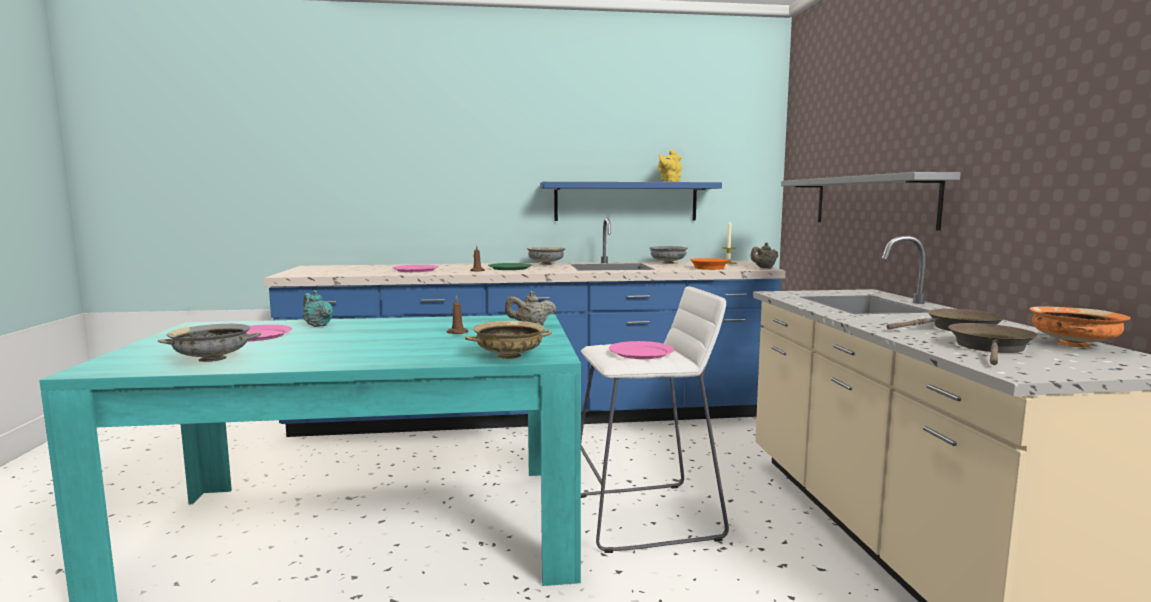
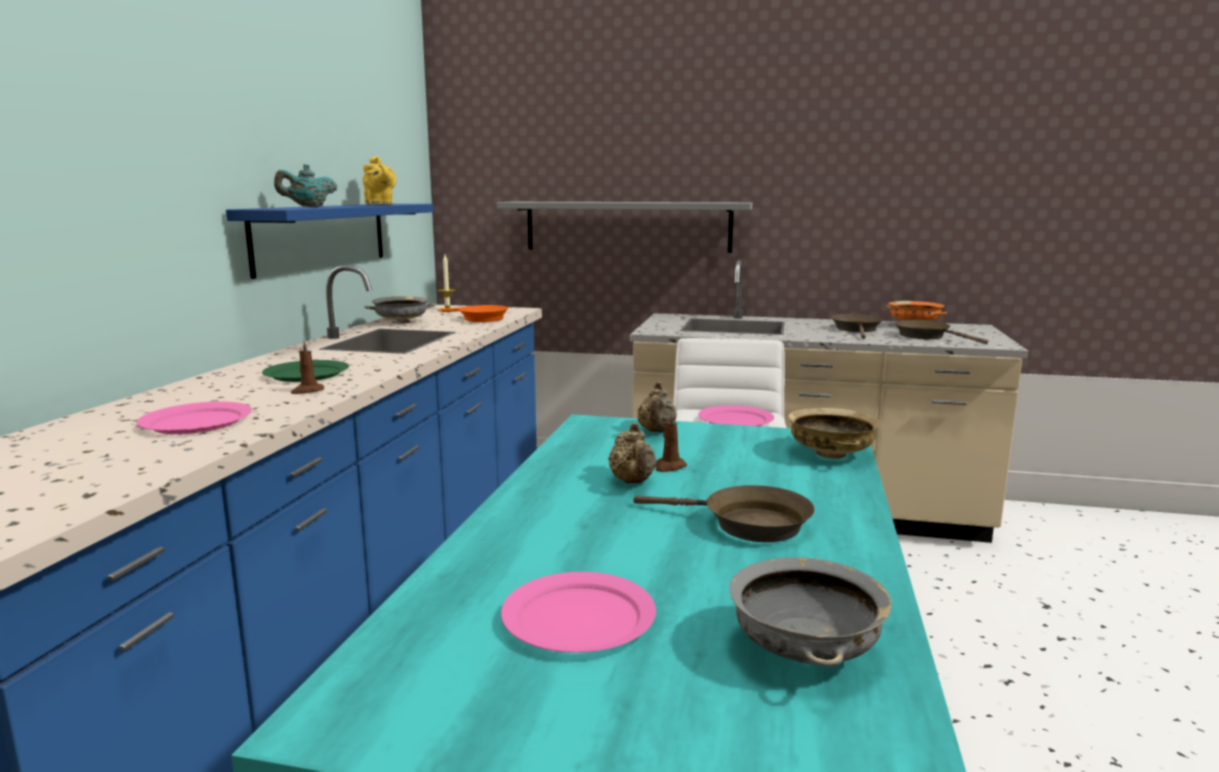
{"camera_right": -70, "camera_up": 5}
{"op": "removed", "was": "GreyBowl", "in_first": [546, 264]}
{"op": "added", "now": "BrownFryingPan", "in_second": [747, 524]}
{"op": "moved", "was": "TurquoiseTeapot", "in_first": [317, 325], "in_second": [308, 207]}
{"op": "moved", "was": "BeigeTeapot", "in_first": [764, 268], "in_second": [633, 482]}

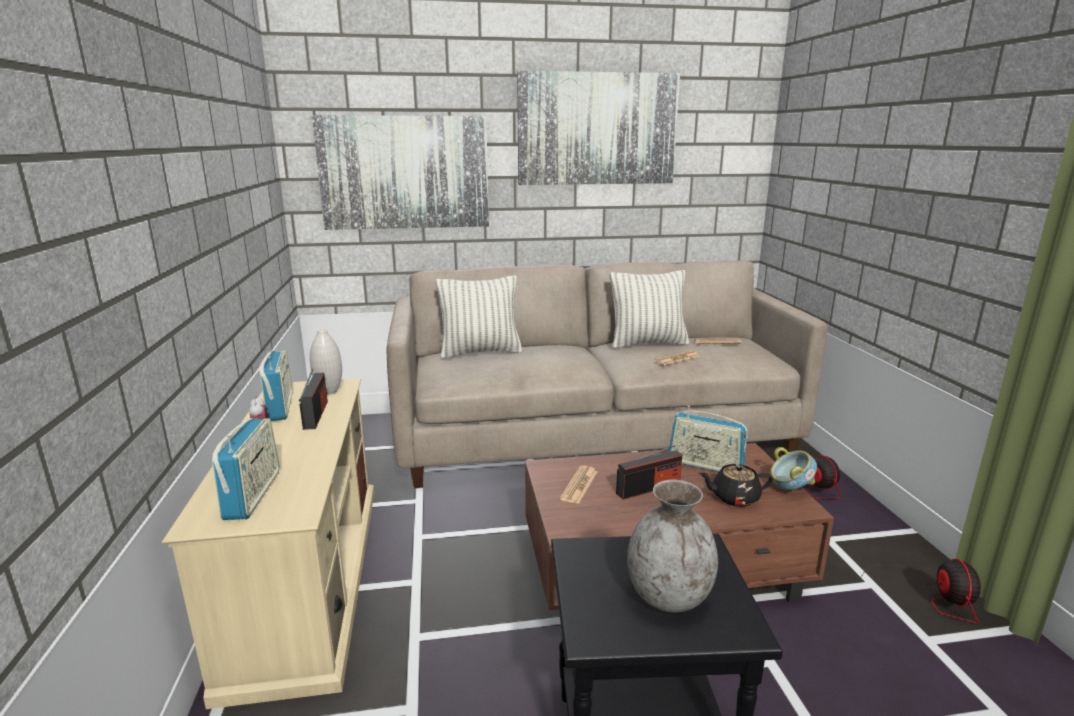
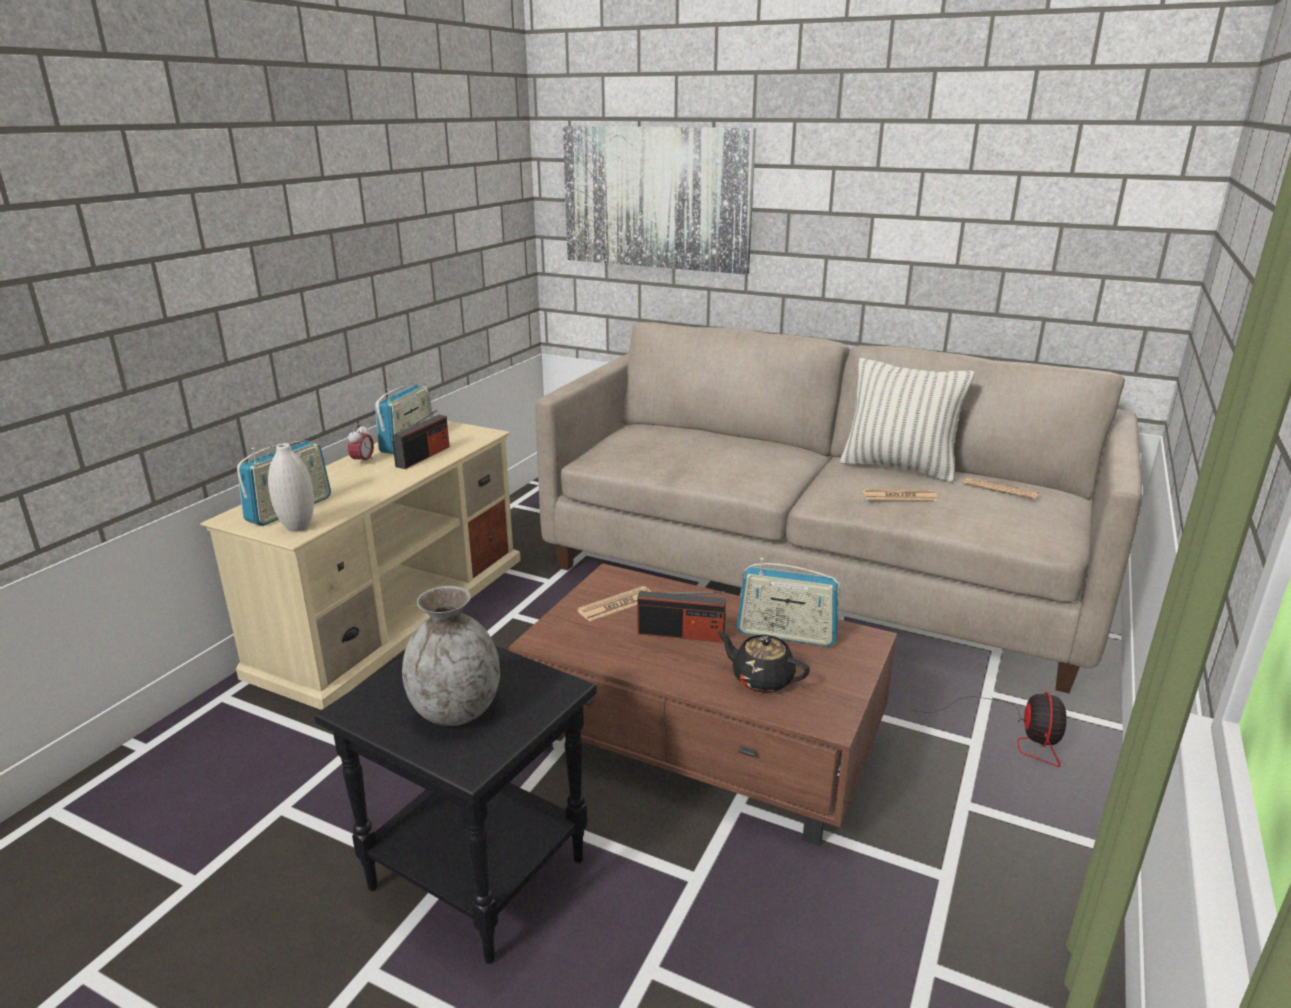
{"camera_right": 35, "camera_up": 5}
{"op": "removed", "was": "Pillow", "in_first": [480, 352]}
{"op": "removed", "was": "Picture", "in_first": [597, 129]}
{"op": "removed", "was": "Bowl", "in_first": [789, 489]}
{"op": "removed", "was": "Fan", "in_first": [925, 595]}
{"op": "moved", "was": "WhiteVase", "in_first": [329, 391], "in_second": [298, 527]}
{"op": "turned", "was": "Radio", "in_first": [705, 465], "in_second": [786, 634], "clockwise": -45}

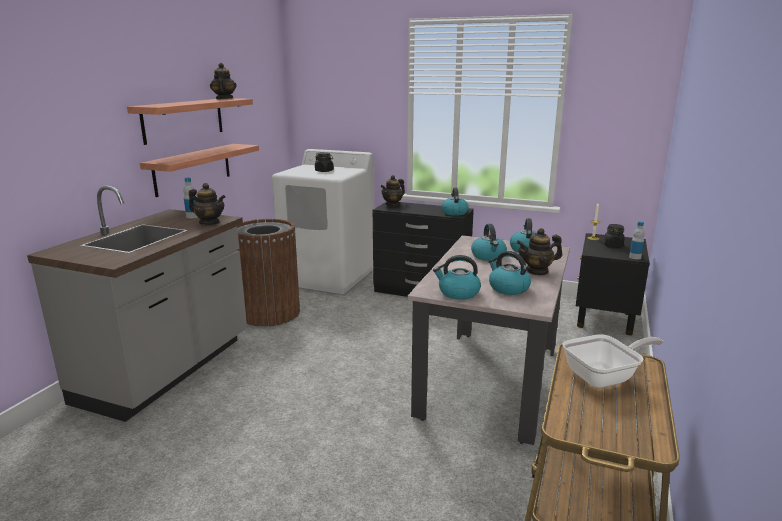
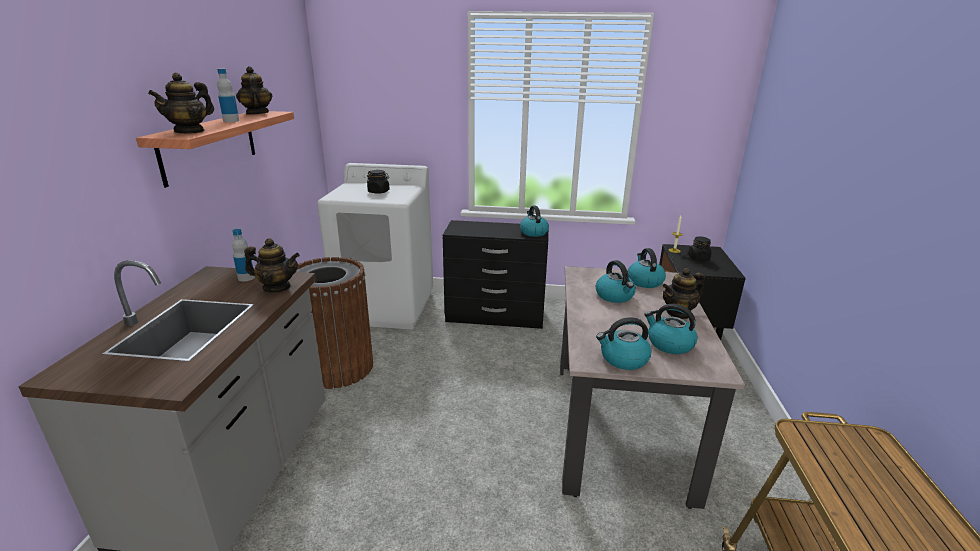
{"camera_right": -15, "camera_up": 5}
{"op": "removed", "was": "Shelf", "in_first": [193, 169]}
{"op": "removed", "was": "FryingPan", "in_first": [605, 377]}
{"op": "moved", "was": "Teapot", "in_first": [393, 205], "in_second": [190, 131]}
{"op": "moved", "was": "Bottle", "in_first": [635, 257], "in_second": [231, 121]}

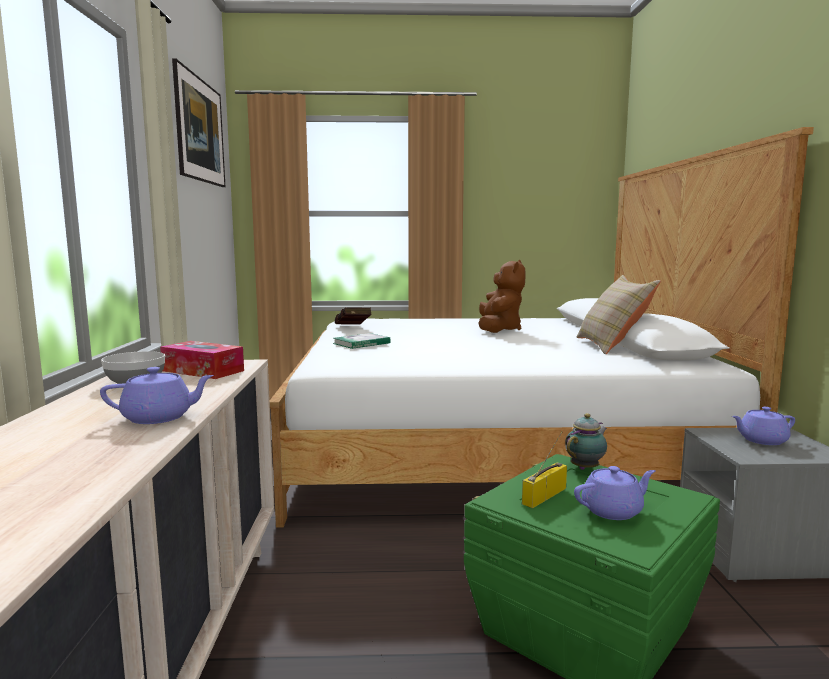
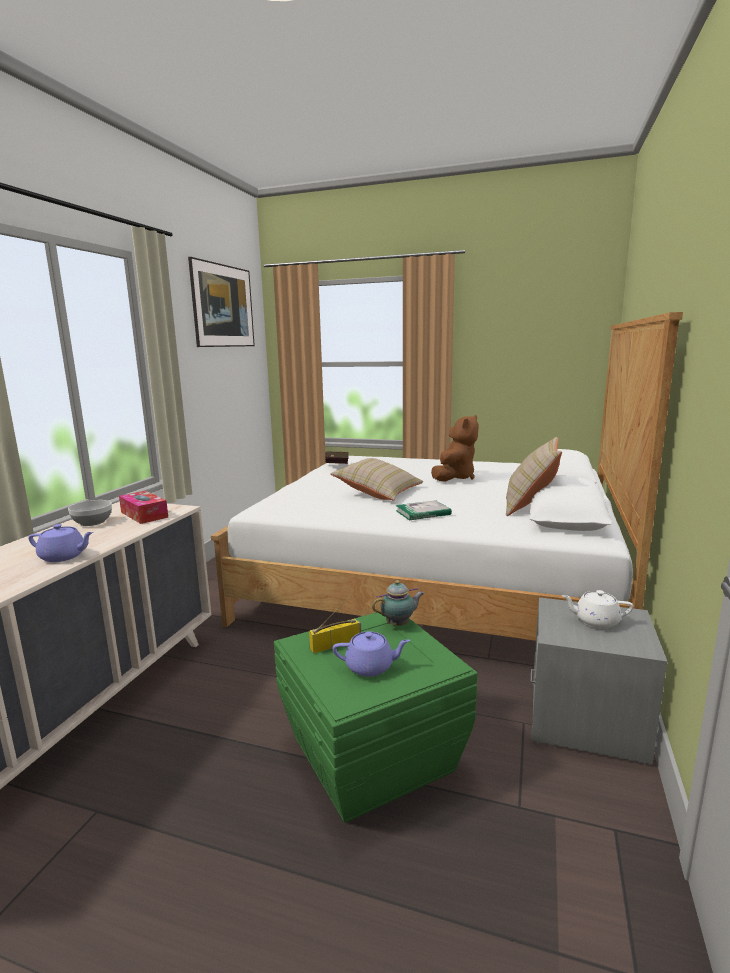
{"camera_right": 20, "camera_up": 5}
{"op": "added", "now": "BeigePillow", "in_second": [378, 493]}
{"op": "moved", "was": "Book", "in_first": [361, 343], "in_second": [423, 512]}
{"op": "recoloured", "was": "PurpleTeapot", "now": "WhiteTeapot", "in_first": [761, 440], "in_second": [595, 621]}

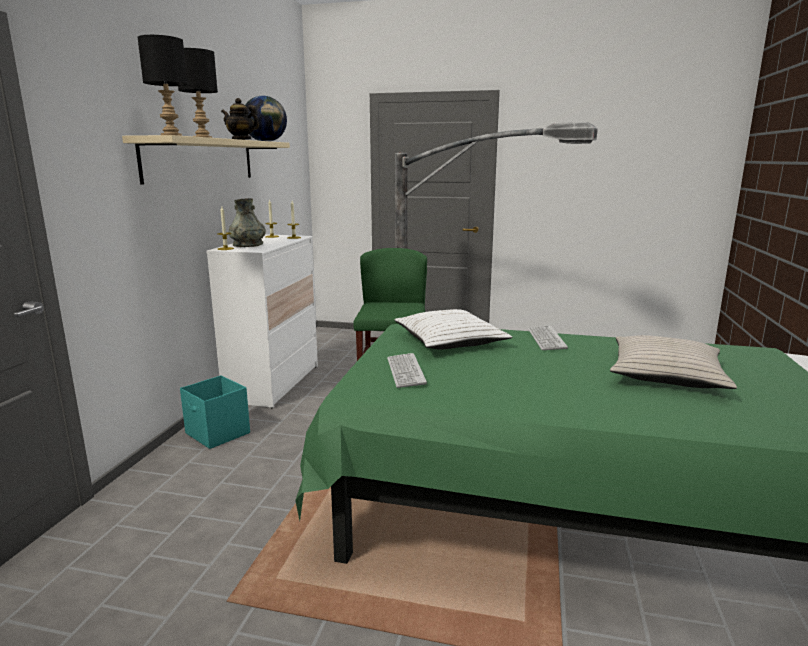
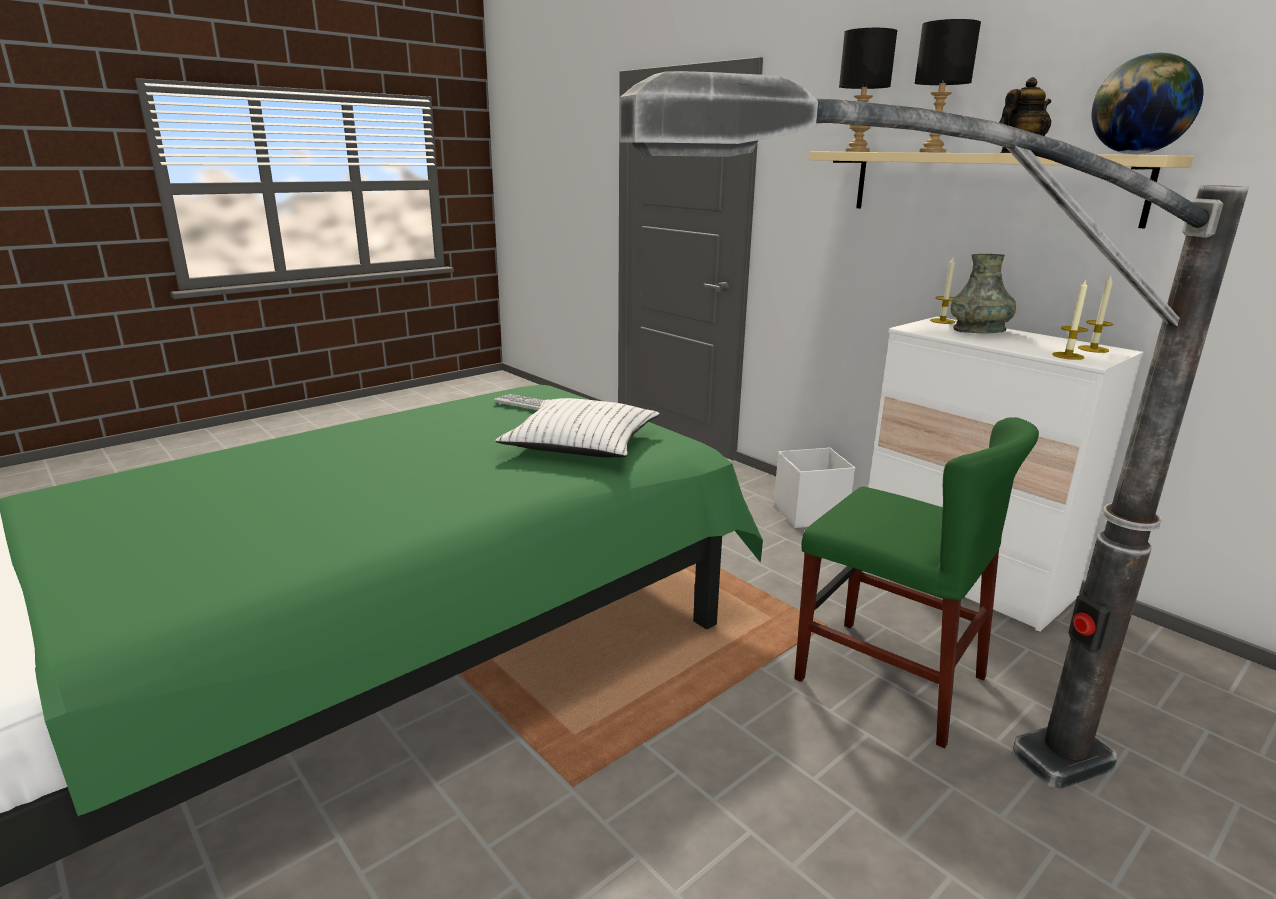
{"camera_right": 125, "camera_up": 5}
{"op": "removed", "was": "Keyboard", "in_first": [546, 339]}
{"op": "removed", "was": "BeigePillow", "in_first": [666, 375]}
{"op": "recoloured", "was": "TurquoiseStorageBox", "now": "WhiteStorageBox", "in_first": [218, 434], "in_second": [808, 514]}

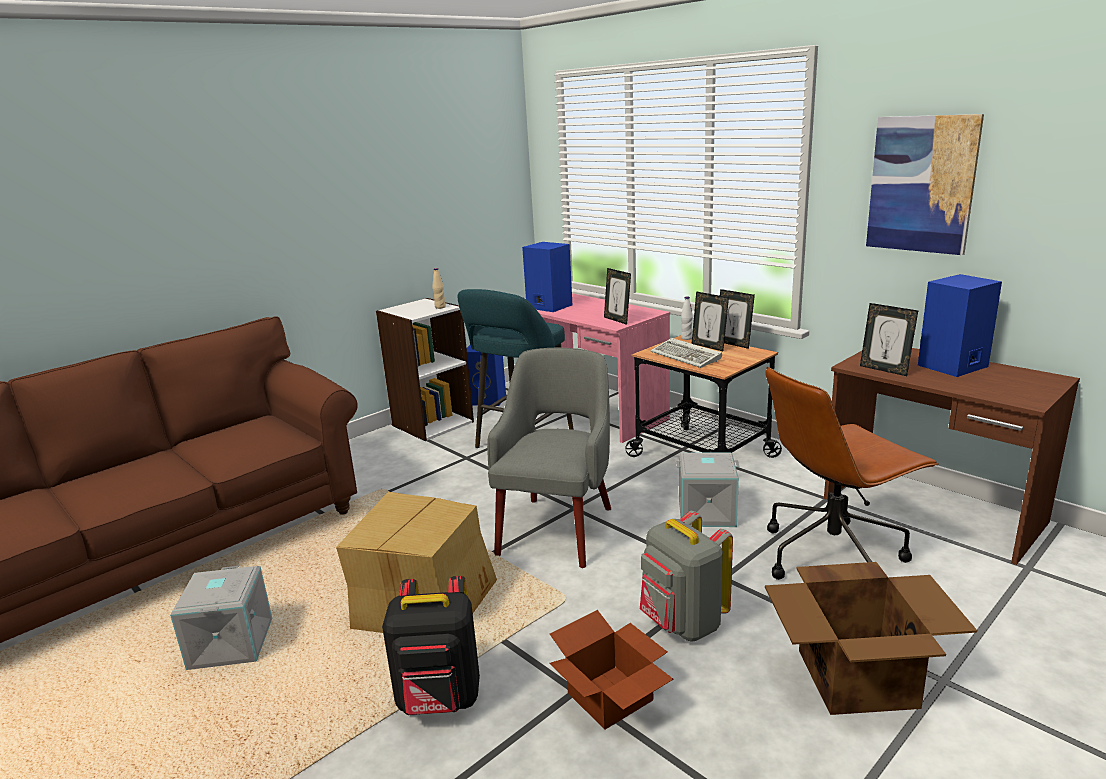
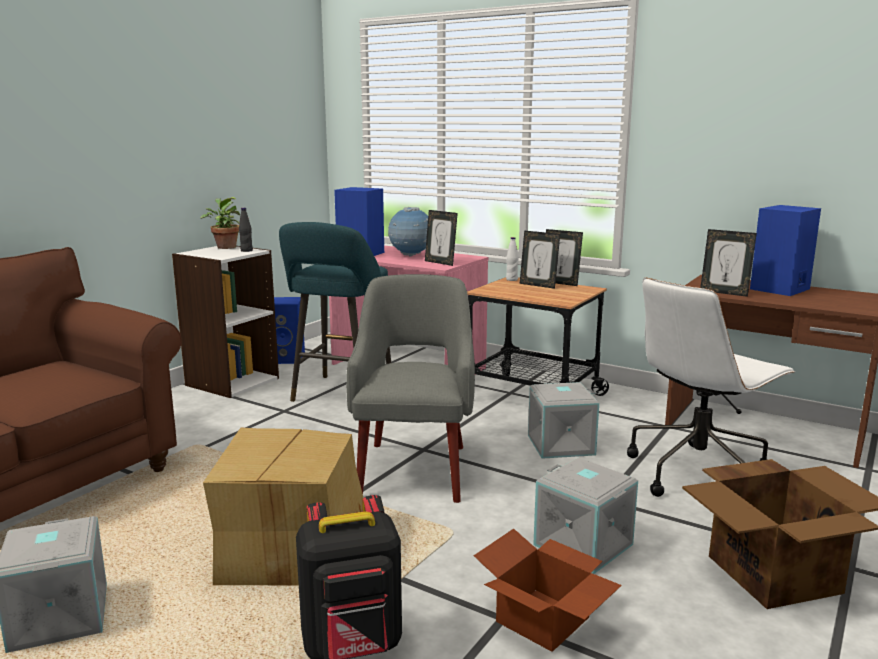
{"camera_right": -15, "camera_up": -5}
{"op": "removed", "was": "Keyboard", "in_first": [687, 356]}
{"op": "removed", "was": "Picture", "in_first": [921, 184]}
{"op": "added", "now": "PottedPlant", "in_second": [225, 247]}
{"op": "added", "now": "Globe", "in_second": [411, 256]}
{"op": "replaced", "was": "GreyBackpack", "now": "GreyStorageBox", "in_first": [682, 624], "in_second": [584, 544]}
{"op": "recoloured", "was": "BeigeBottle", "now": "BlackBottle", "in_first": [440, 307], "in_second": [246, 250]}
{"op": "recoloured", "was": "BrownOfficeChair", "now": "WhiteOfficeChair", "in_first": [833, 556], "in_second": [698, 473]}

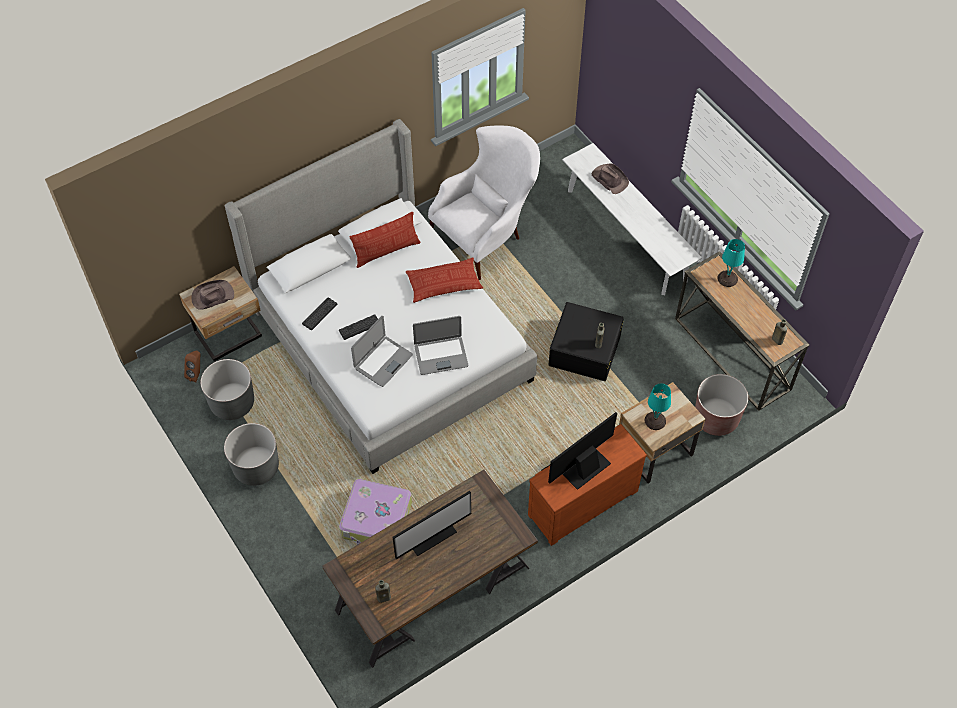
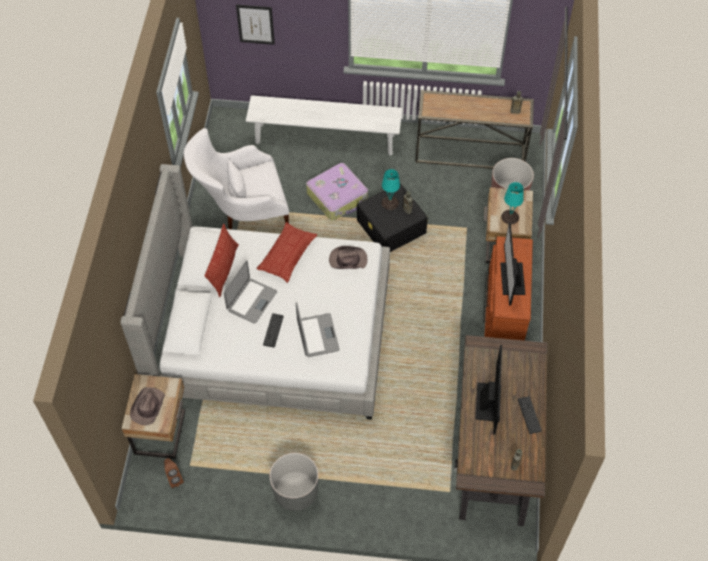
{"camera_right": -50, "camera_up": 0}
{"op": "removed", "was": "GreyPlanter", "in_first": [232, 403]}
{"op": "added", "now": "Picture", "in_second": [255, 24]}
{"op": "moved", "was": "Keyboard", "in_first": [319, 314], "in_second": [529, 415]}
{"op": "moved", "was": "Suitcase", "in_first": [376, 520], "in_second": [338, 197]}
{"op": "moved", "was": "Laptop", "in_first": [441, 355], "in_second": [251, 301]}
{"op": "moved", "was": "BrownHat", "in_first": [609, 179], "in_second": [347, 259]}
{"op": "moved", "was": "TurquoiseTableLamp", "in_first": [727, 278], "in_second": [389, 203]}
{"op": "turned", "was": "WhiteArmchair", "in_first": [487, 234], "in_second": [242, 212], "clockwise": -105}

